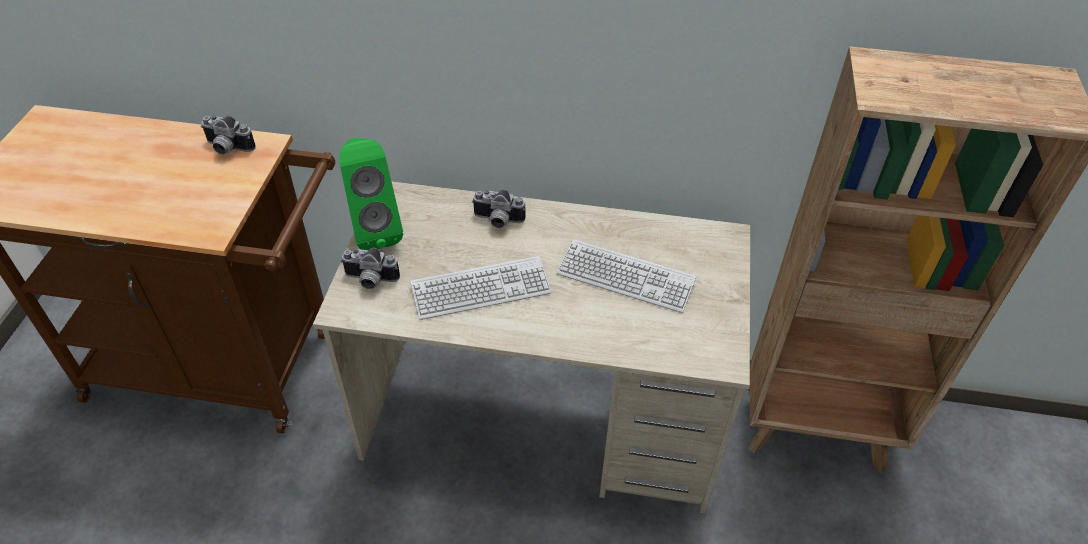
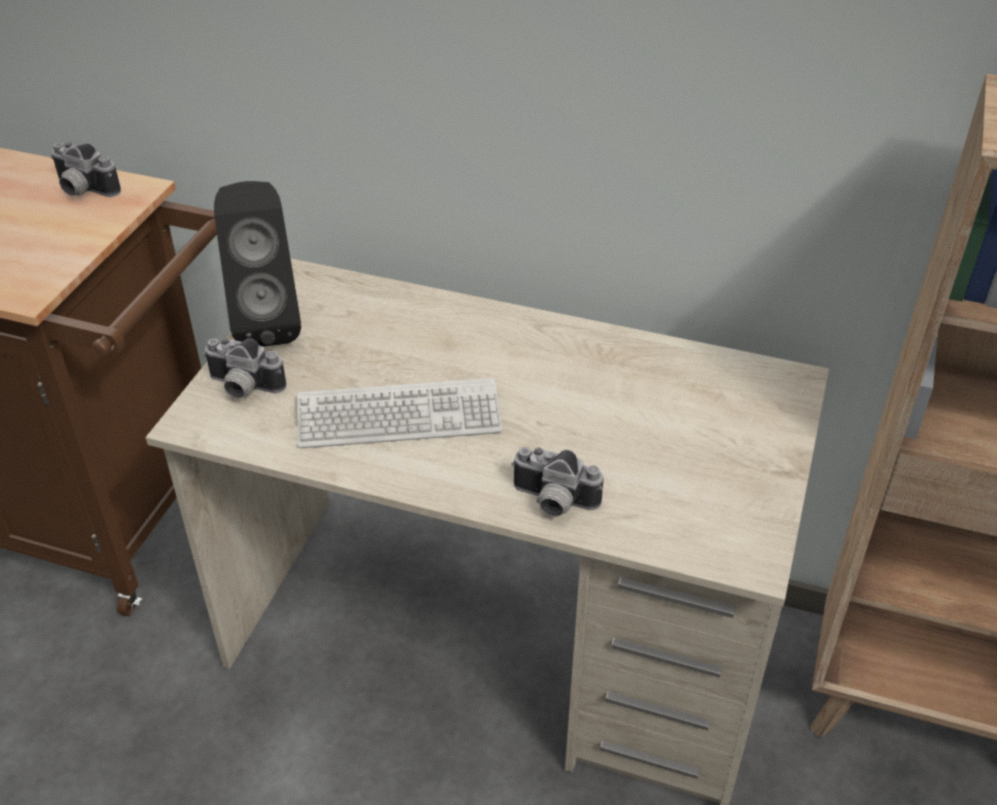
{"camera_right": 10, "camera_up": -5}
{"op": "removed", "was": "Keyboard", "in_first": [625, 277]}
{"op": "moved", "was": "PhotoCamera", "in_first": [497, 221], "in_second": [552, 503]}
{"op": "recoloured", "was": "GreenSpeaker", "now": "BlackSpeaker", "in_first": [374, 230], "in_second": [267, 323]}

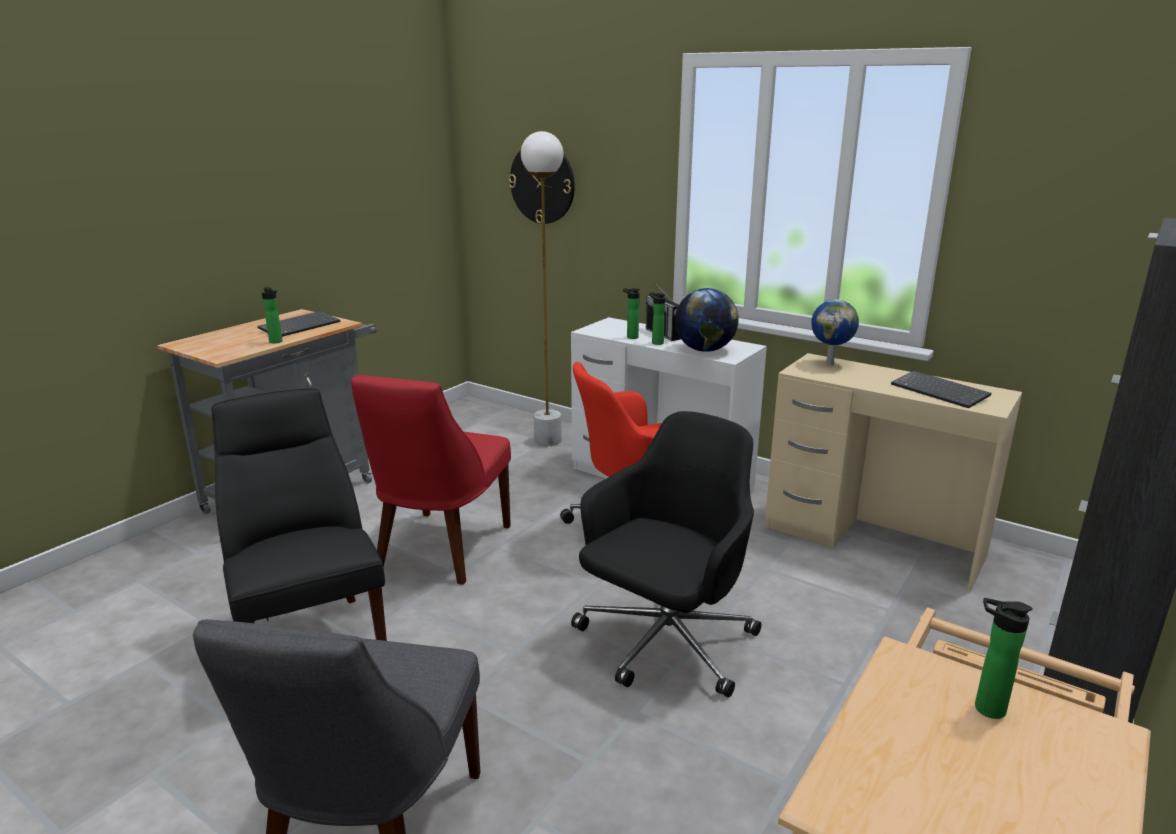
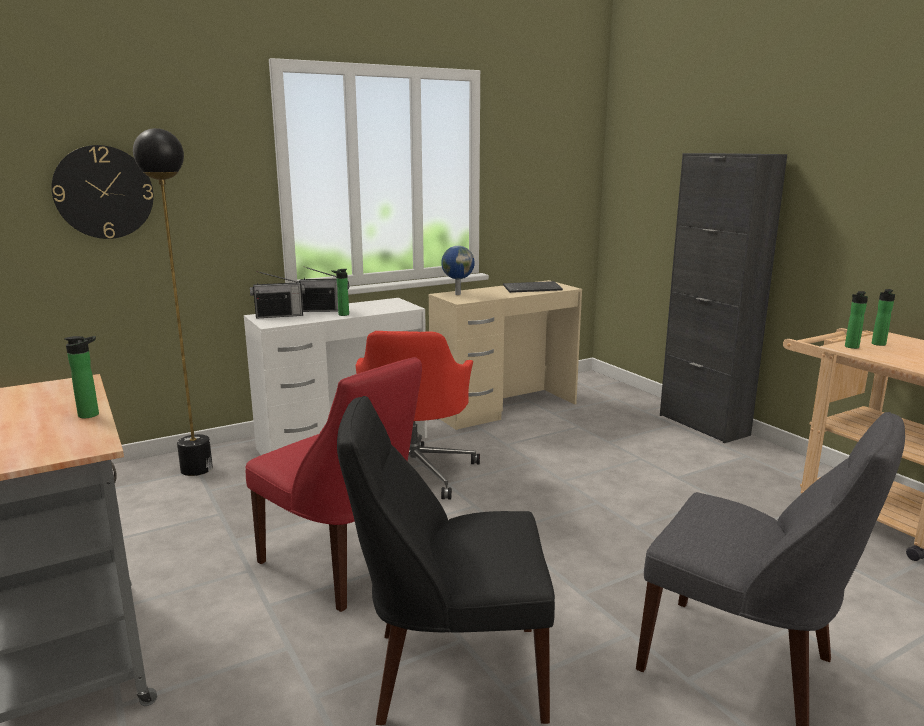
{"camera_right": -65, "camera_up": -5}
{"op": "removed", "was": "Keyboard", "in_first": [300, 326]}
{"op": "removed", "was": "BlackOfficeChair", "in_first": [665, 644]}
{"op": "removed", "was": "Globe", "in_first": [704, 350]}
{"op": "added", "now": "Radio", "in_second": [279, 316]}
{"op": "moved", "was": "Bottle", "in_first": [630, 337], "in_second": [851, 347]}
{"op": "recoloured", "was": "WhiteFloorLamp", "now": "BlackFloorLamp", "in_first": [547, 441], "in_second": [196, 469]}

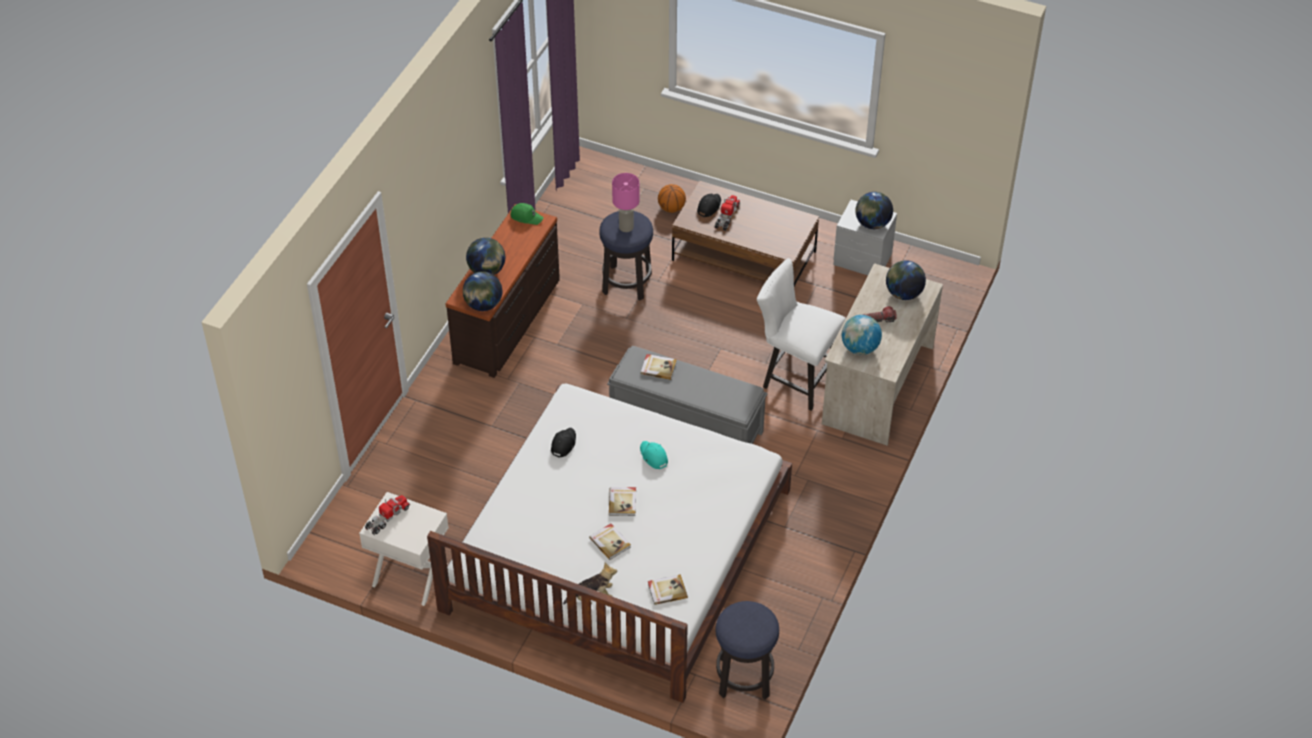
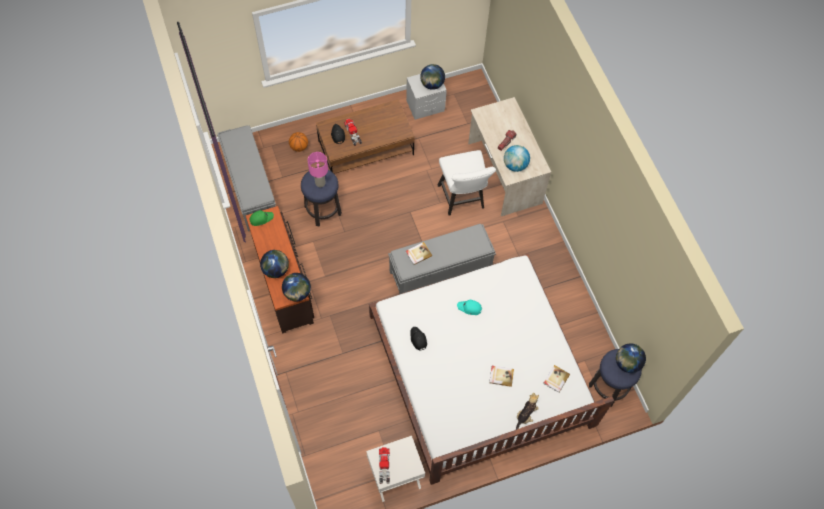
{"camera_right": -45, "camera_up": 15}
{"op": "removed", "was": "Book", "in_first": [623, 502]}
{"op": "added", "now": "GreyBench", "in_second": [250, 187]}
{"op": "moved", "was": "Globe", "in_first": [903, 293], "in_second": [627, 363]}
{"op": "turned", "was": "WhiteChair", "in_first": [795, 377], "in_second": [462, 199], "clockwise": -90}

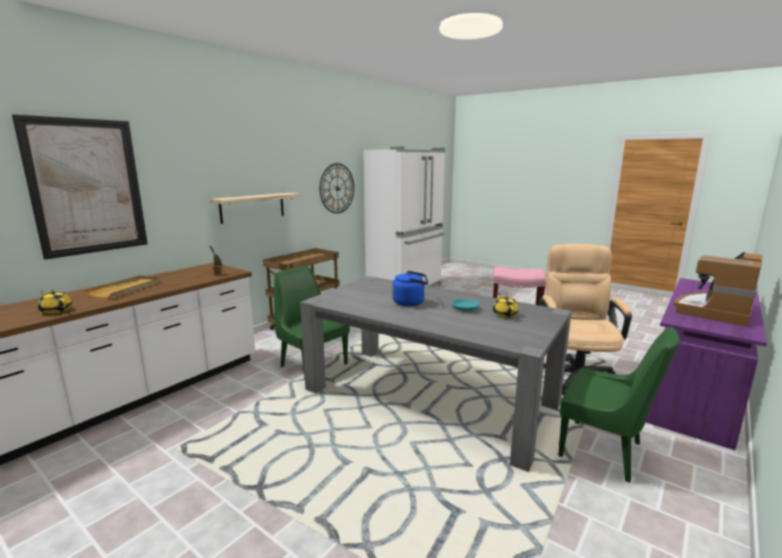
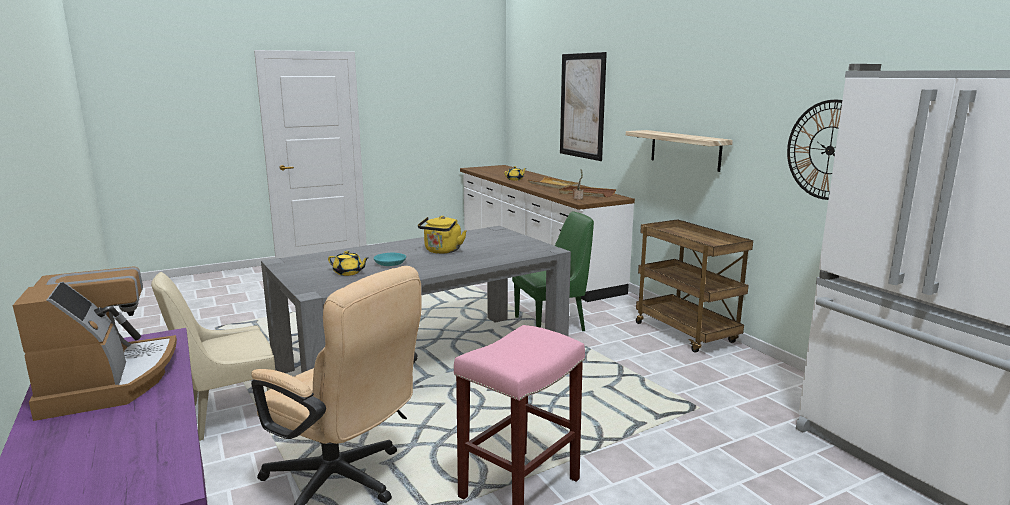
{"camera_right": 115, "camera_up": 0}
{"op": "added", "now": "BrownTray", "in_second": [586, 194]}
{"op": "recoloured", "was": "BlueKettle", "now": "YellowKettle", "in_first": [410, 302], "in_second": [442, 251]}
{"op": "recoloured", "was": "GreenChair", "now": "BeigeChair", "in_first": [604, 451], "in_second": [228, 414]}

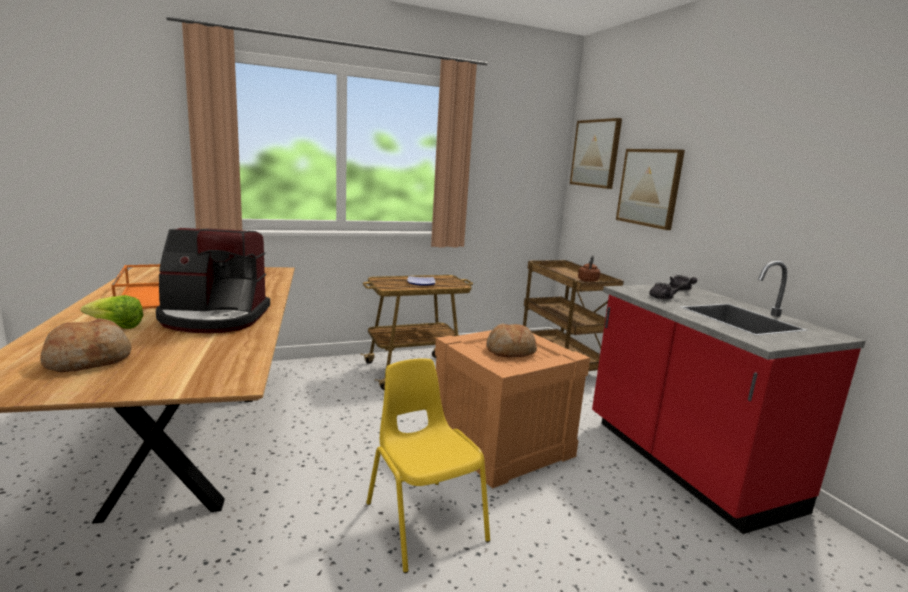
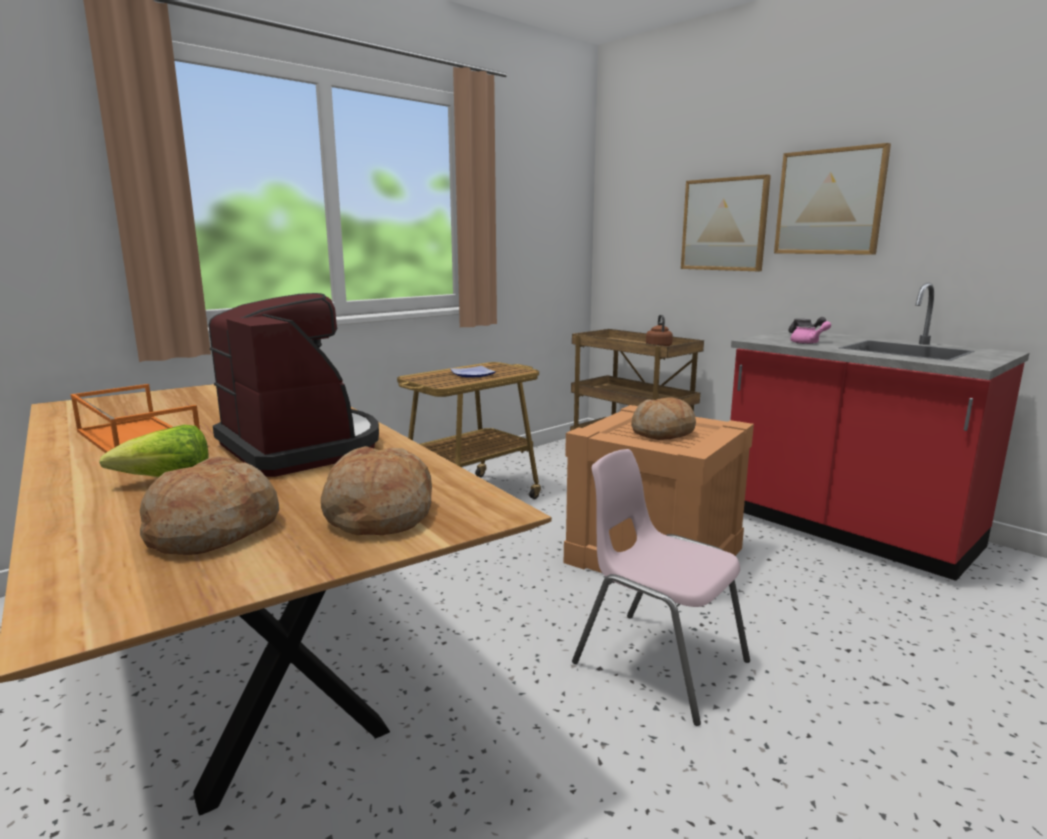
{"camera_right": -20, "camera_up": 0}
{"op": "added", "now": "Bread", "in_second": [377, 515]}
{"op": "moved", "was": "Picture", "in_first": [596, 153], "in_second": [829, 202]}
{"op": "recoloured", "was": "YellowChair", "now": "PinkChair", "in_first": [424, 521], "in_second": [658, 661]}
{"op": "recoloured", "was": "GreyTeapot", "now": "PinkTeapot", "in_first": [665, 298], "in_second": [808, 342]}
{"op": "turned", "was": "CoffeeMachine", "in_first": [214, 318], "in_second": [301, 447], "clockwise": -105}

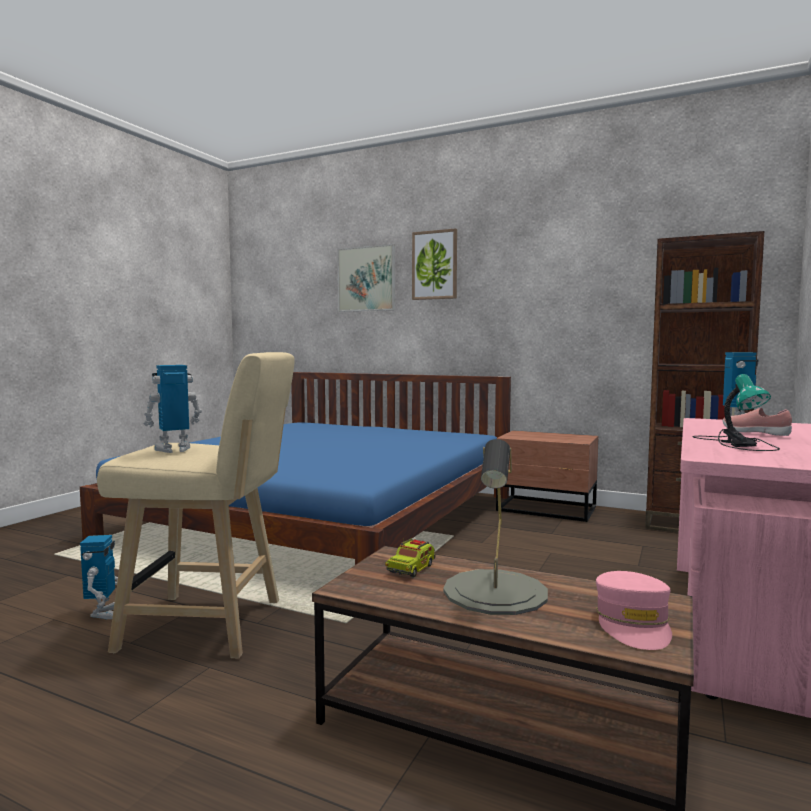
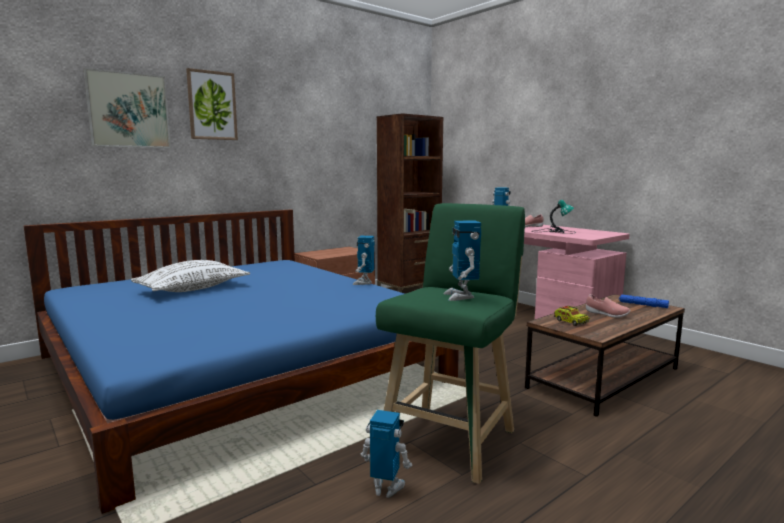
{"camera_right": -65, "camera_up": 5}
{"op": "added", "now": "WhitePillow", "in_second": [193, 289]}
{"op": "added", "now": "ToyRobot", "in_second": [364, 283]}
{"op": "replaced", "was": "GreyTableLamp", "now": "PinkShoe", "in_first": [495, 591], "in_second": [606, 314]}
{"op": "replaced", "was": "PinkCap", "now": "BlueFlashlight", "in_first": [633, 623], "in_second": [642, 305]}
{"op": "recoloured", "was": "BeigeStool", "now": "GreenStool", "in_first": [211, 626], "in_second": [451, 437]}

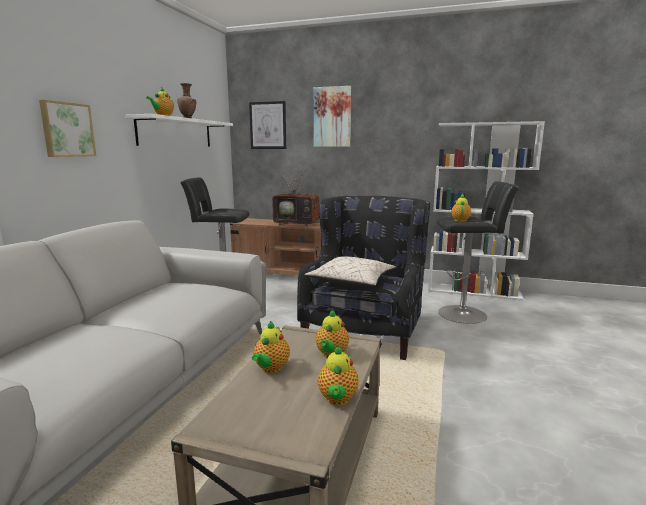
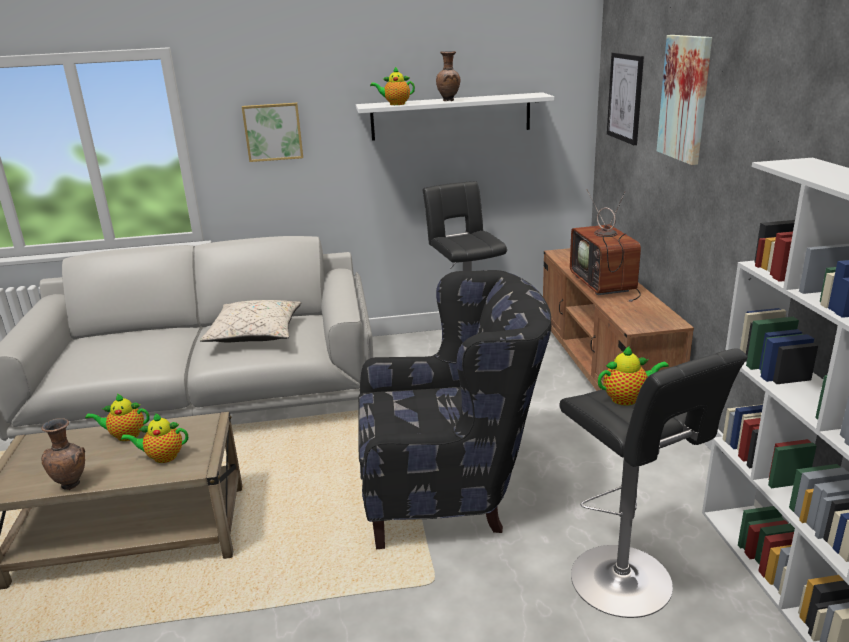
{"camera_right": 65, "camera_up": 10}
{"op": "moved", "was": "BeigePillow", "in_first": [351, 282], "in_second": [256, 334]}
{"op": "replaced", "was": "Teapot", "now": "BrownVase", "in_first": [337, 399], "in_second": [72, 484]}

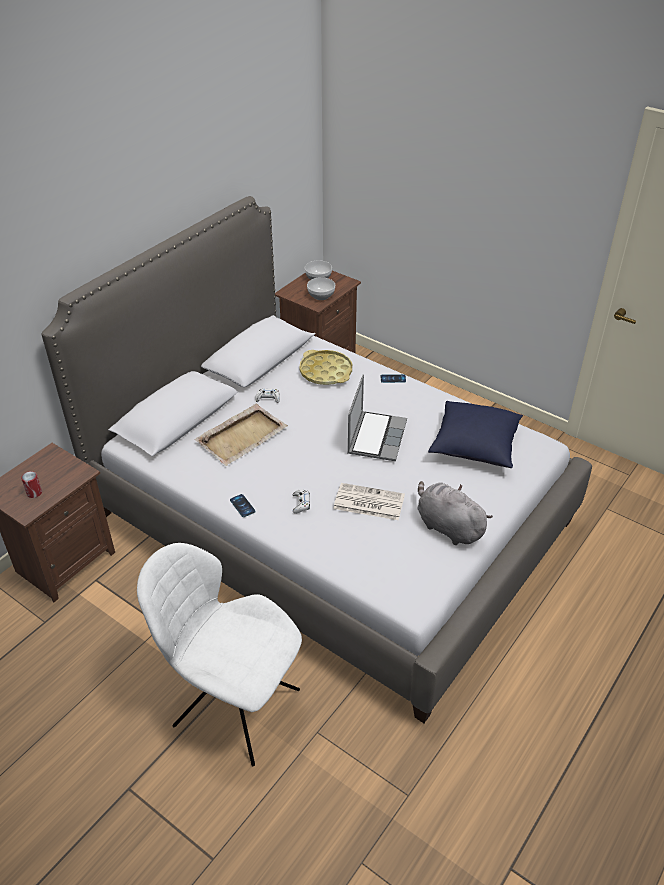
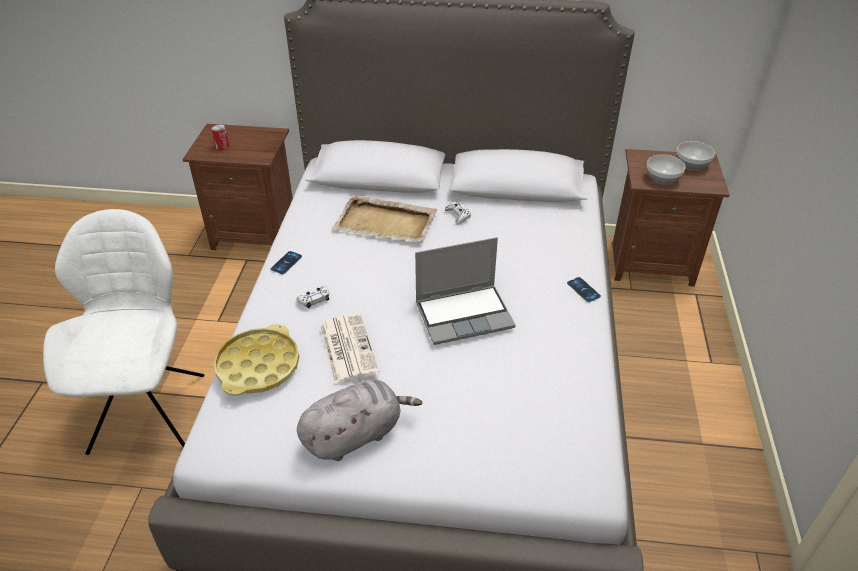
{"camera_right": 60, "camera_up": 0}
{"op": "removed", "was": "BluePillow", "in_first": [475, 446]}
{"op": "moved", "was": "YellowTray", "in_first": [326, 372], "in_second": [258, 366]}
{"op": "turned", "was": "GreyPlushToy", "in_first": [447, 526], "in_second": [355, 434], "clockwise": 45}

